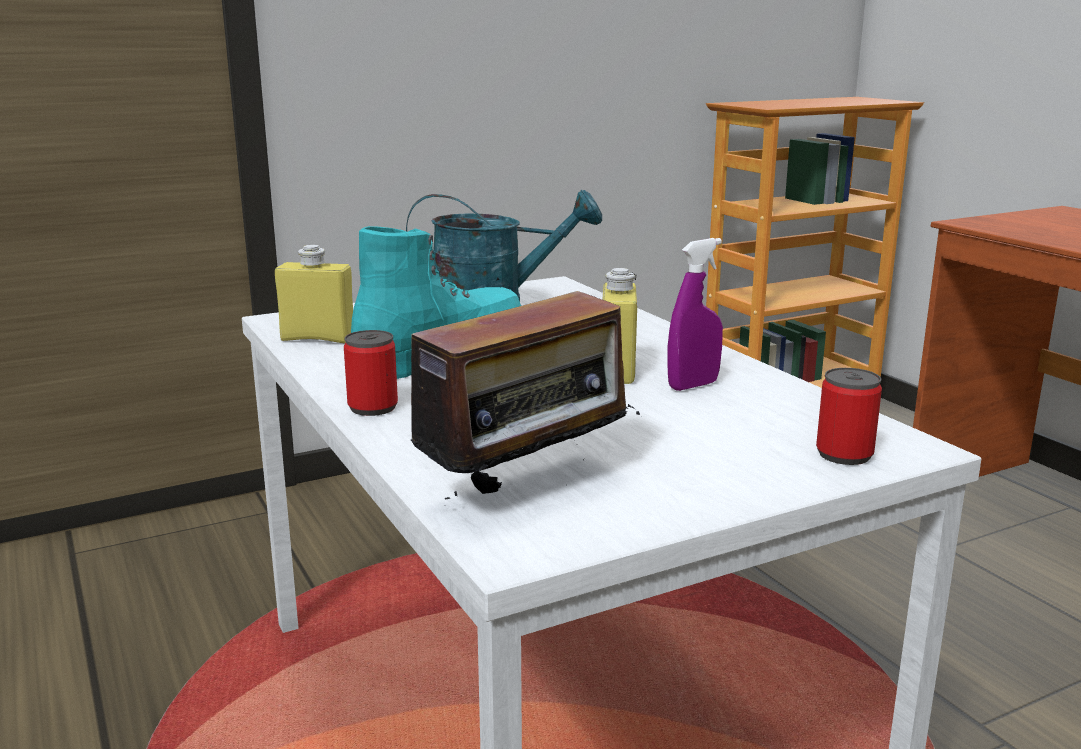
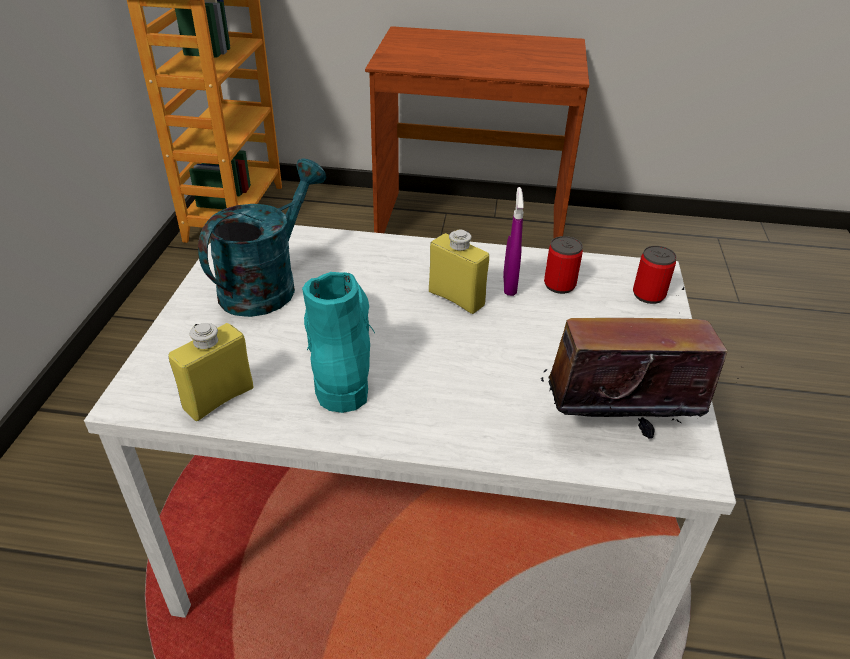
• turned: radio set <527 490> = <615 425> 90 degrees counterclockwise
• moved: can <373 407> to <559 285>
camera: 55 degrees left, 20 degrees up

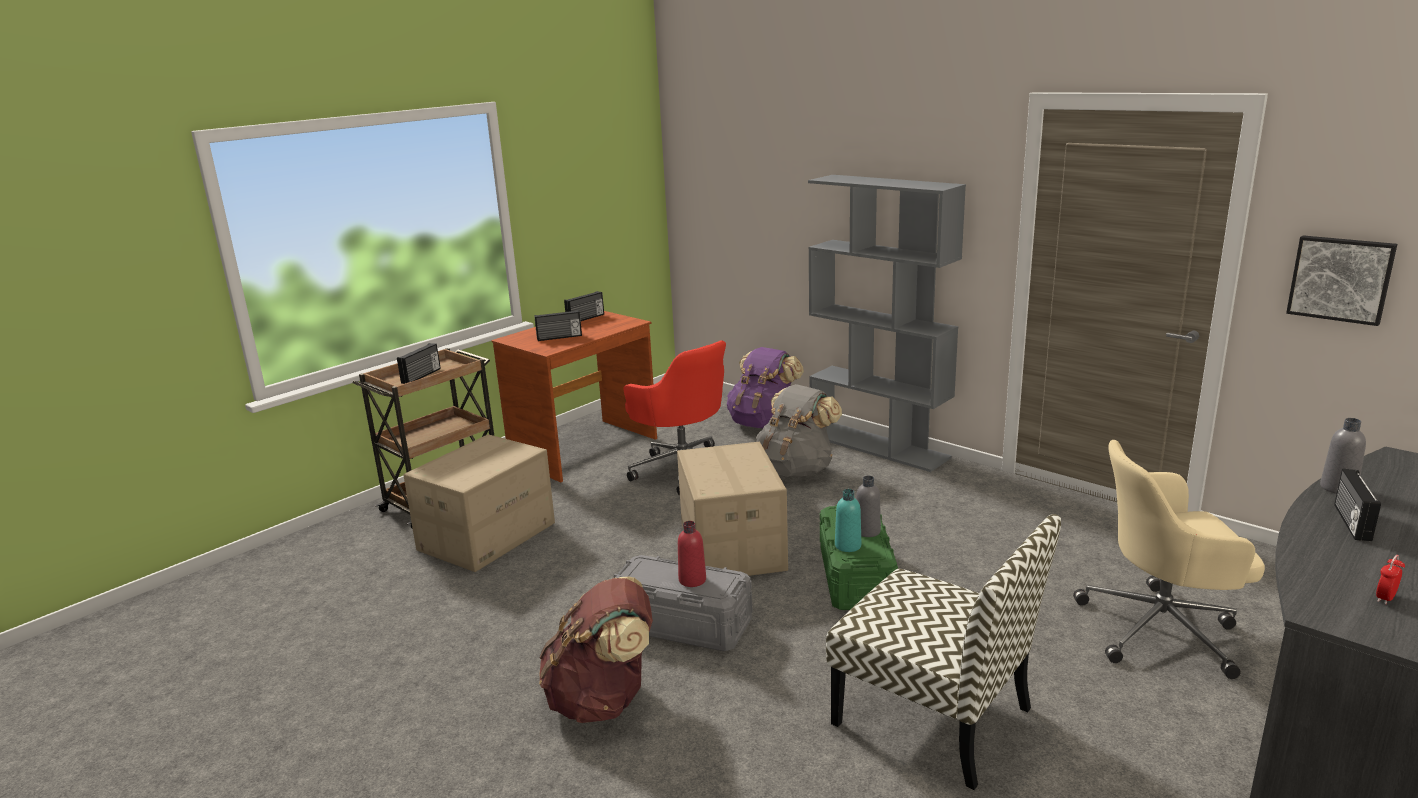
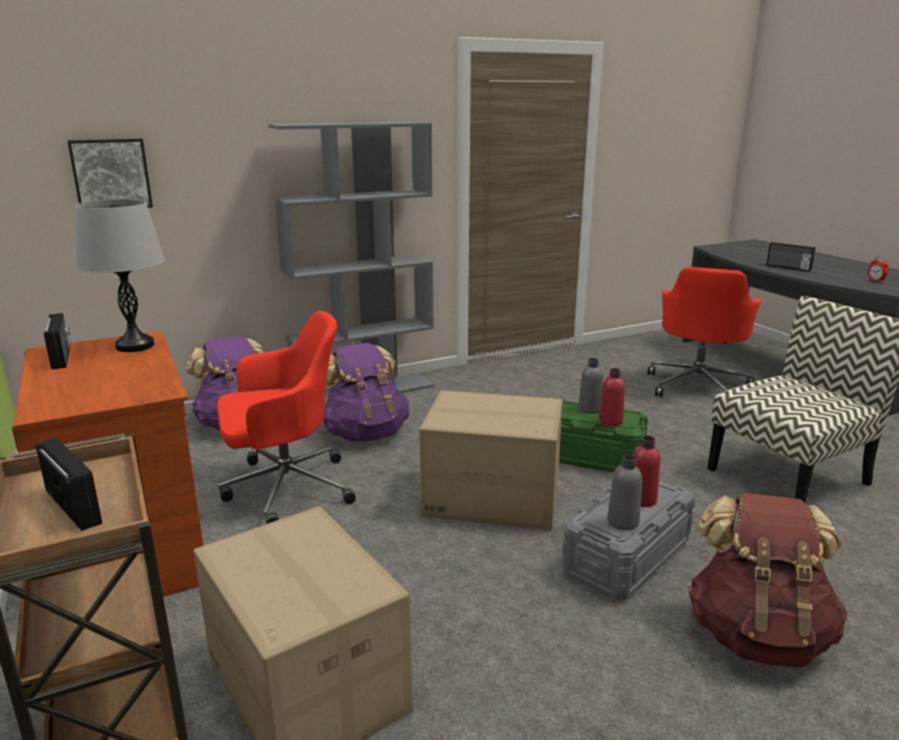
• moved: wall art <1340 279> to <111 174>
• added: lamp for a table in greyish <135 346>
• recoloured: knapsack in greyish <796 470> to knapsack in purple <365 433>
• recoloured: drink bottle in turquoise <848 546> to drink bottle in red-coloured <610 421>
• moved: drink bottle in greyish <1338 488> to <623 522>
• recoloured: desk chair in sand-coloured <1162 629> to desk chair in red-coloured <698 385>
• removed: radio set <559 337>
camera: 70 degrees left, 0 degrees up

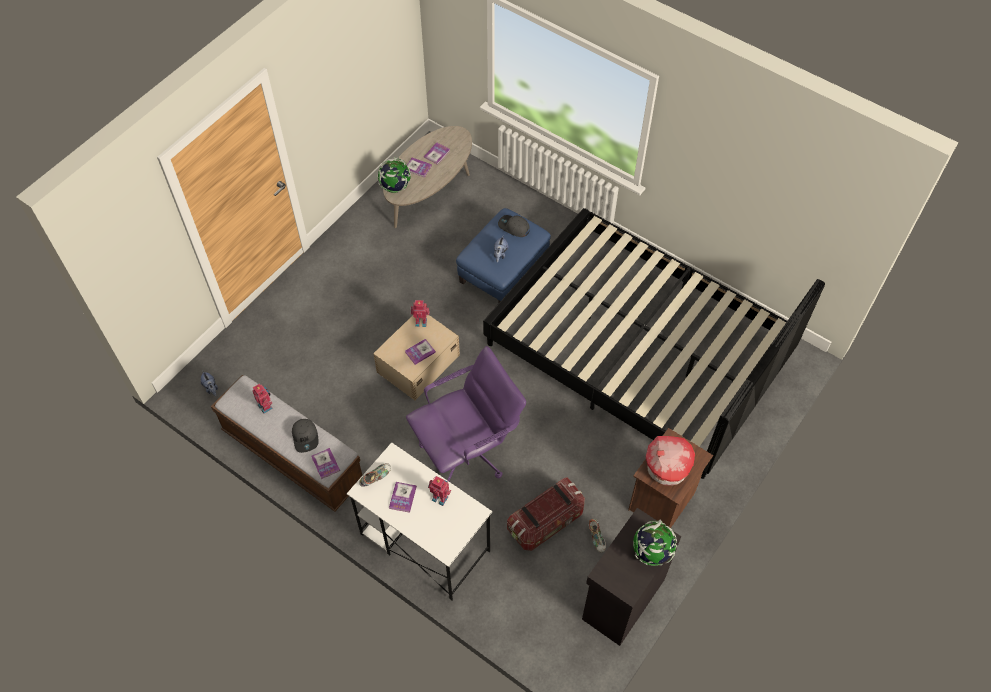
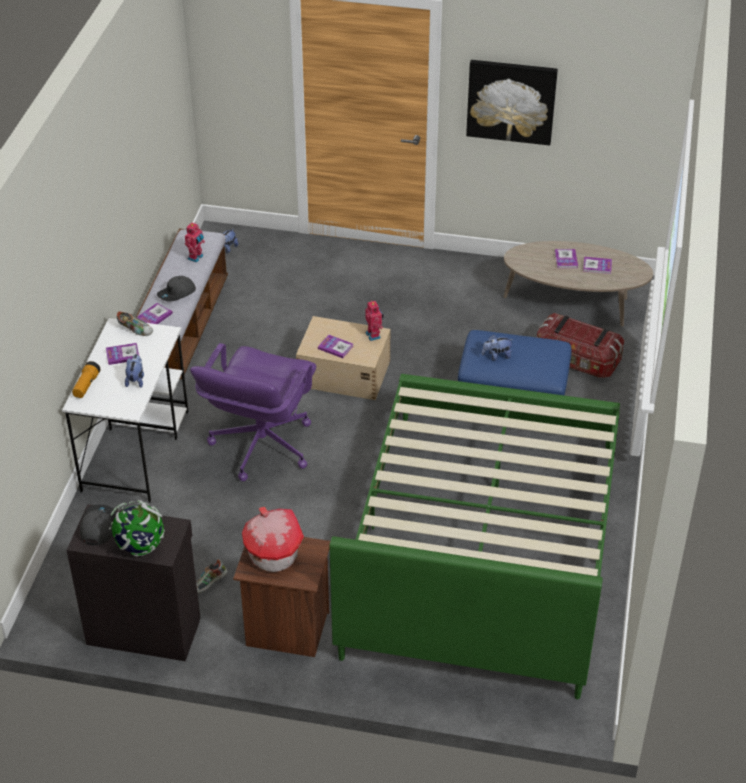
• added: hand torch <86 386>
• moved: cap in greyish <513 227> to <97 526>
• replaced: robot figure <440 497> to cuddly toy <136 380>
• turned: desk chair in purple <467 450> = <260 445> 75 degrees clockwise
• recoloured: bed in black <638 350> to bed in greenish <482 546>
• added: wall art <511 101>
• moved: storage bin <546 521> to <577 360>
• removed: world globe <395 187>
camera: 65 degrees right, 15 degrees down

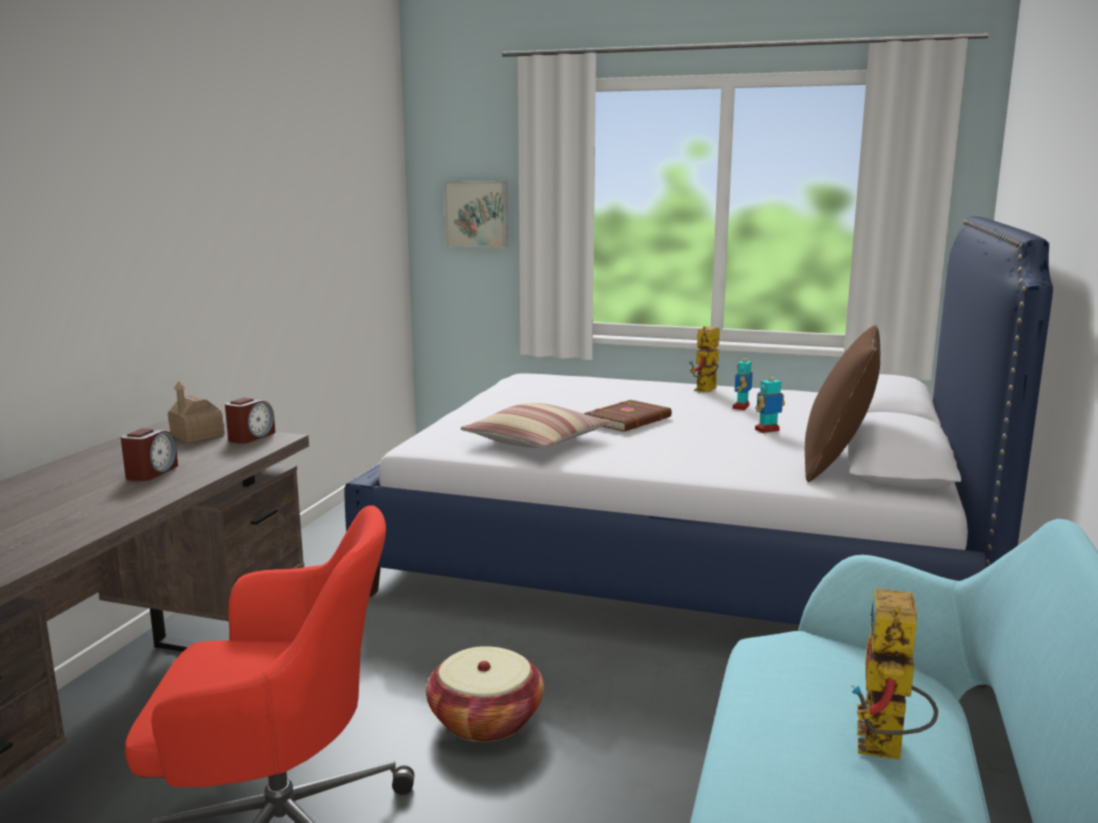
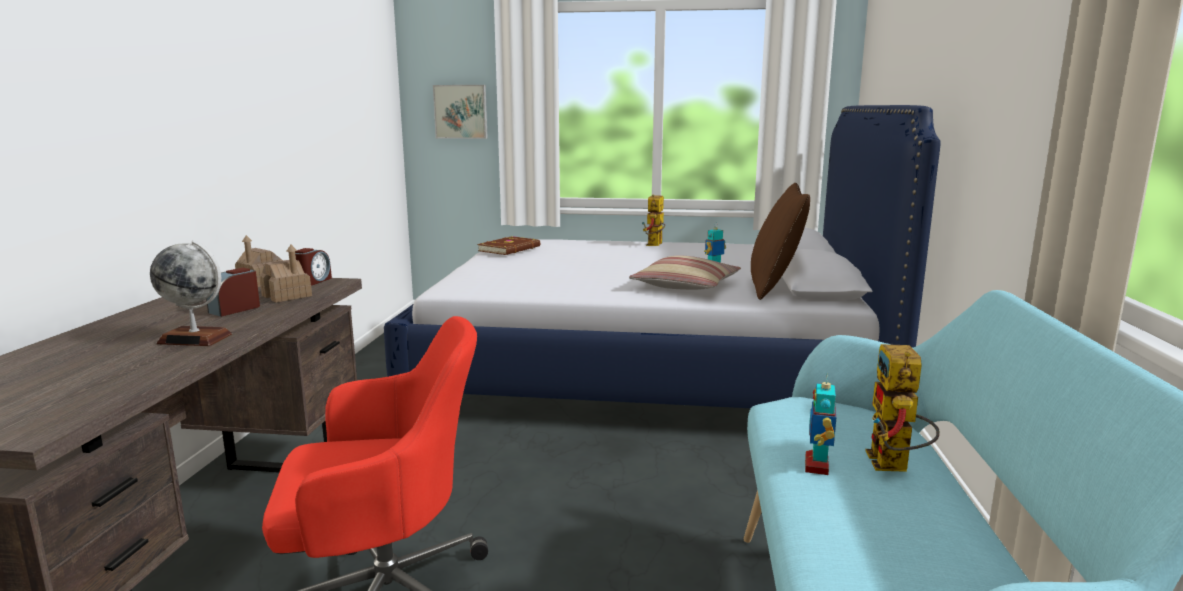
• added: world globe <195 339>
• turned: bedside clock <151 472> = <235 309> 150 degrees counterclockwise
• added: model house <287 296>
• moved: volume in brown <629 420> to <510 249>
• moved: pillow <536 441> to <686 286>
• moved: robot figure <741 407> to <817 466>
• removed: basket <485 720>
camera: 10 degrees left, 0 degrees up

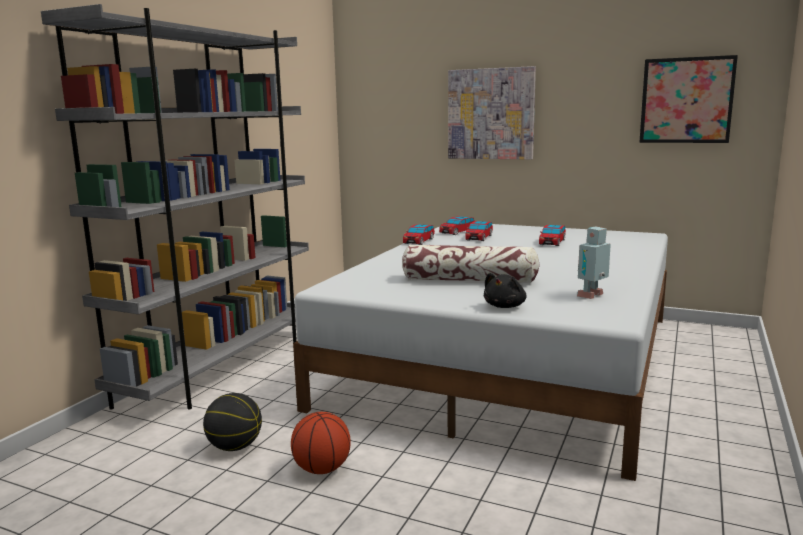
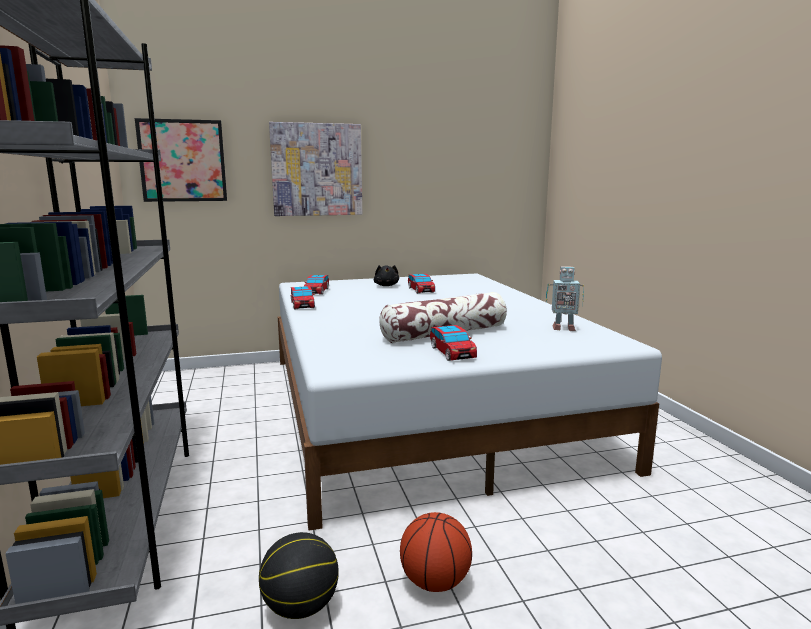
• moved: wall art <686 100> to <183 161>
• moved: cuddly toy in black <505 306> to <386 285>
• moved: miniature car <479 238> to <452 352>
• turned: robot figure <592 296> = <562 328> 90 degrees counterclockwise
camera: 40 degrees left, 0 degrees up

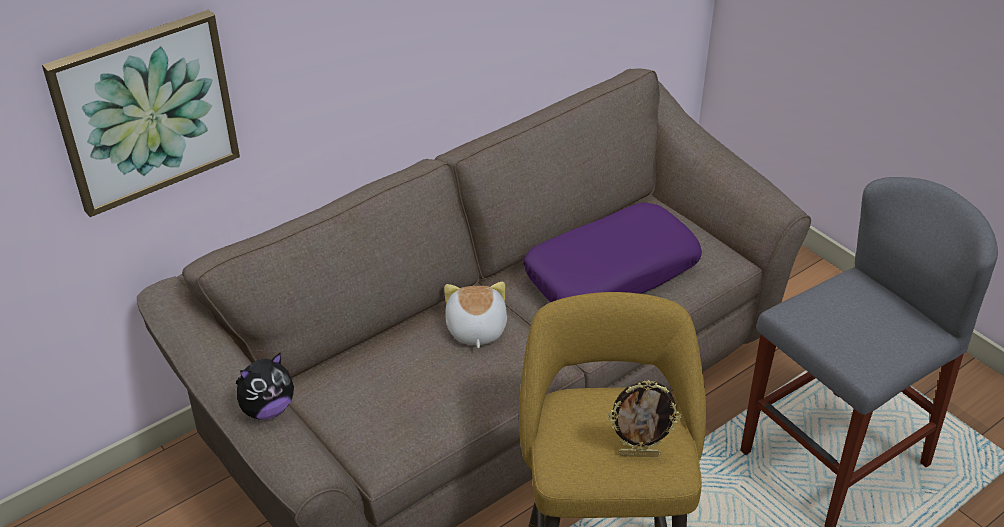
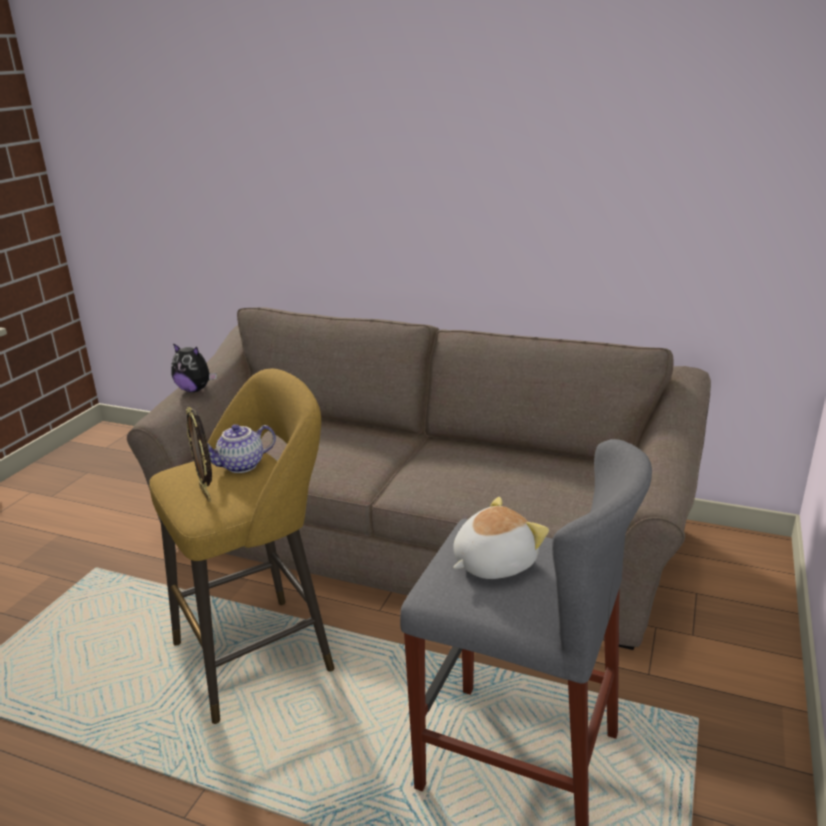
• added: teapot <241 466>
• moved: cuddly toy <475 330> to <493 562>
• removed: wall art <145 111>
• removed: pillow in purple <611 272>
camera: 60 degrees right, 15 degrees down

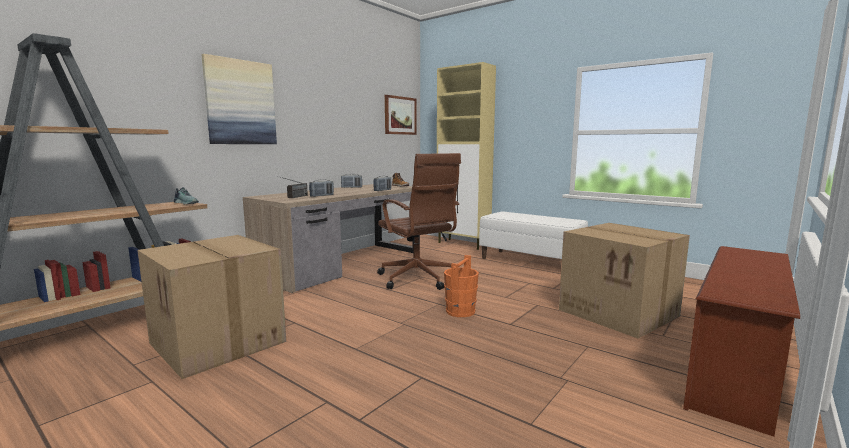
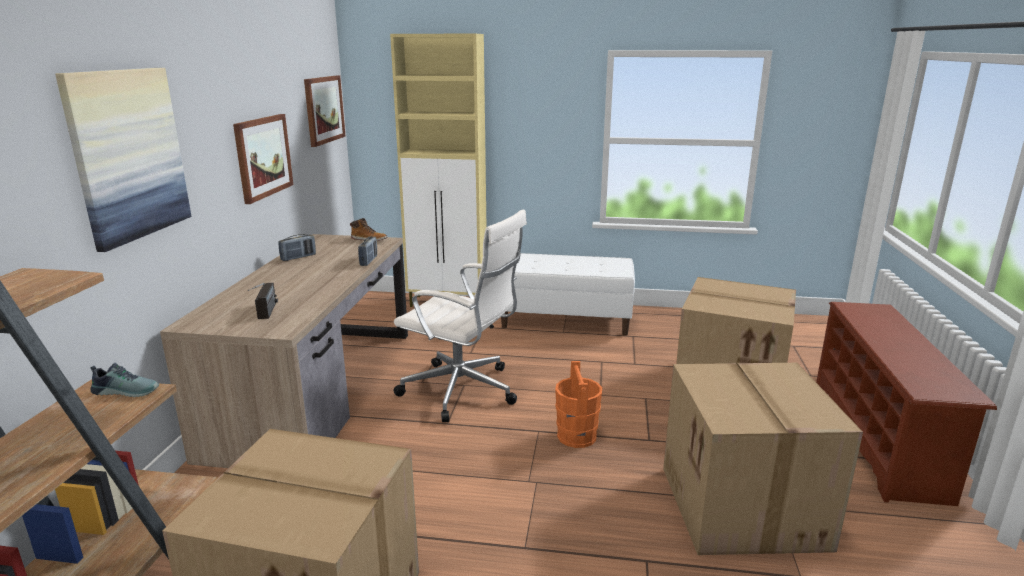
• added: wall art <263 157>
• recoloured: desk chair in brown <418 279> to desk chair in white-coloured <463 391>
• added: carton <745 508>
• removed: radio set <322 196>
camera: 30 degrees left, 10 degrees up

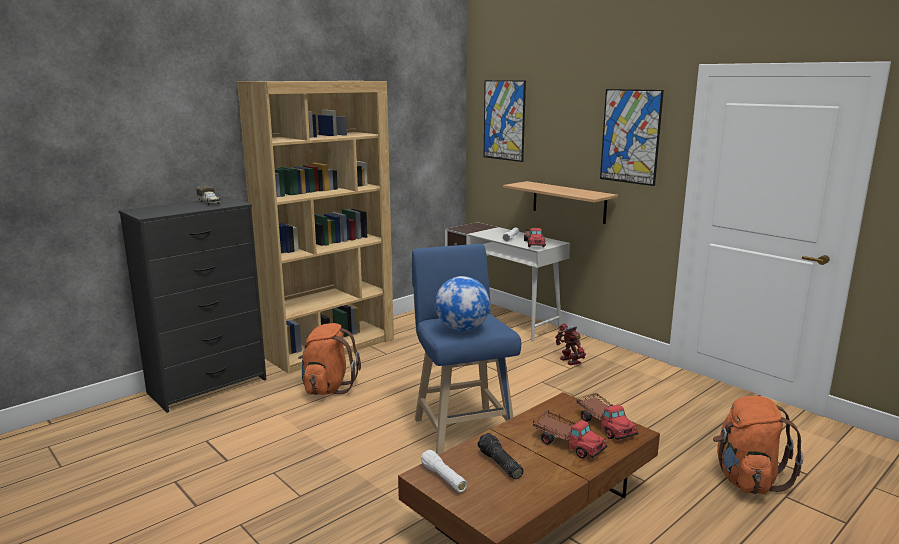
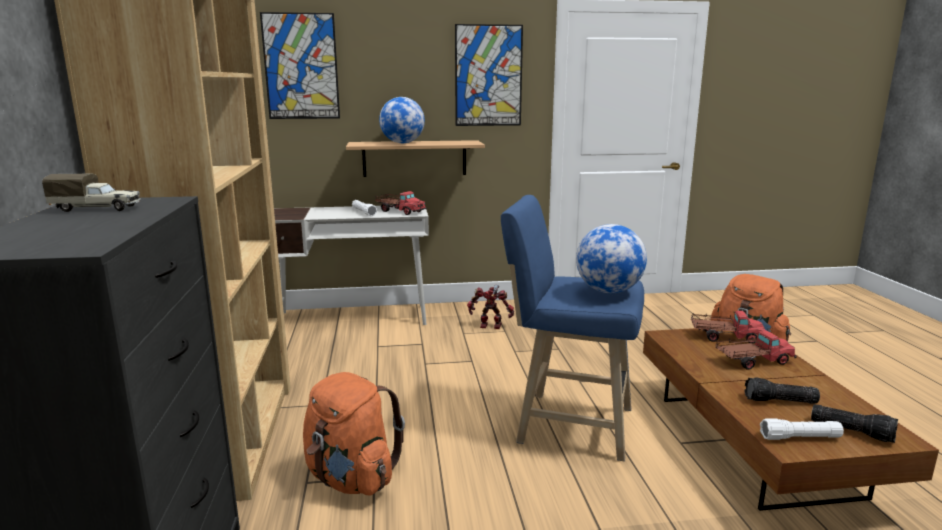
• added: world globe <402 143>
• added: hand torch <852 431>
camera: 55 degrees left, 0 degrees up

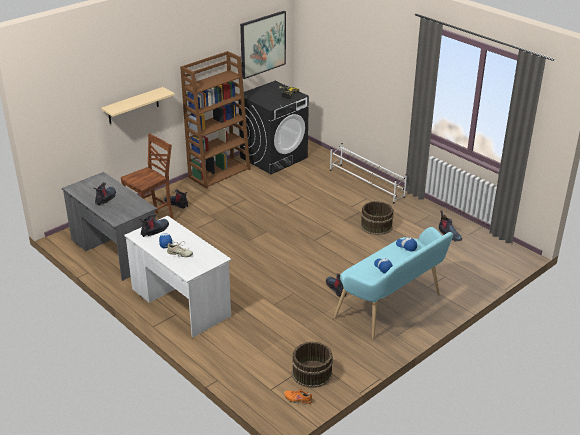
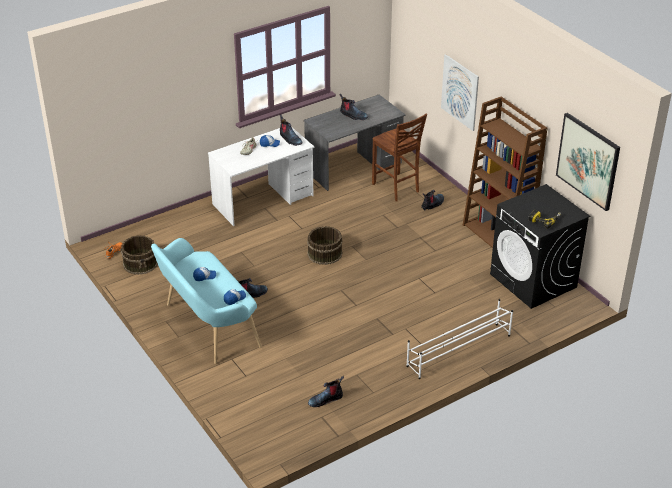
• moved: bucket in brown <376 226> to <324 253>
• replaced: bracket shelf in sand-coloured <133 105> to wall art <460 92>
camera: 100 degrees right, 5 degrees up

